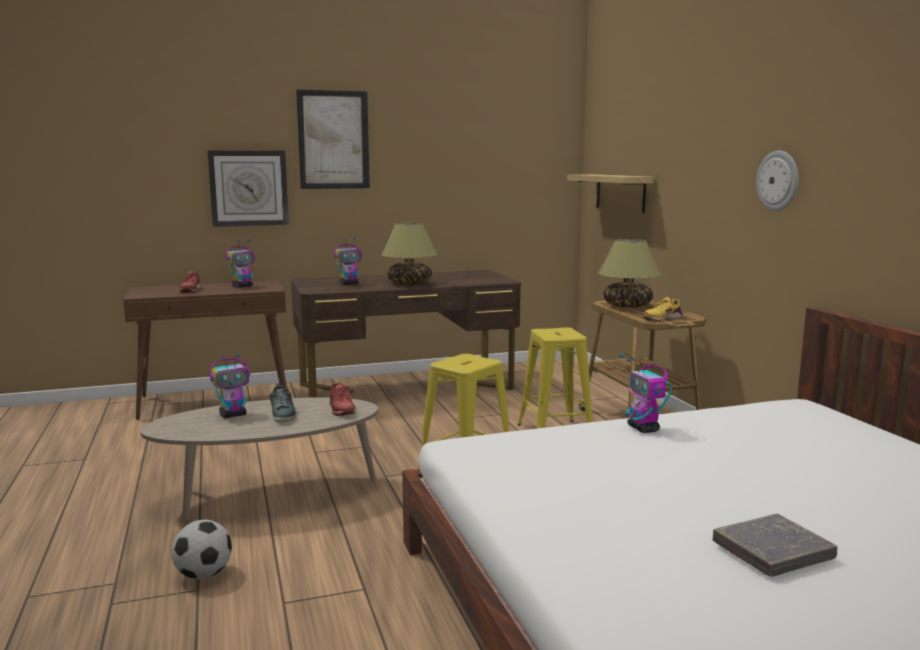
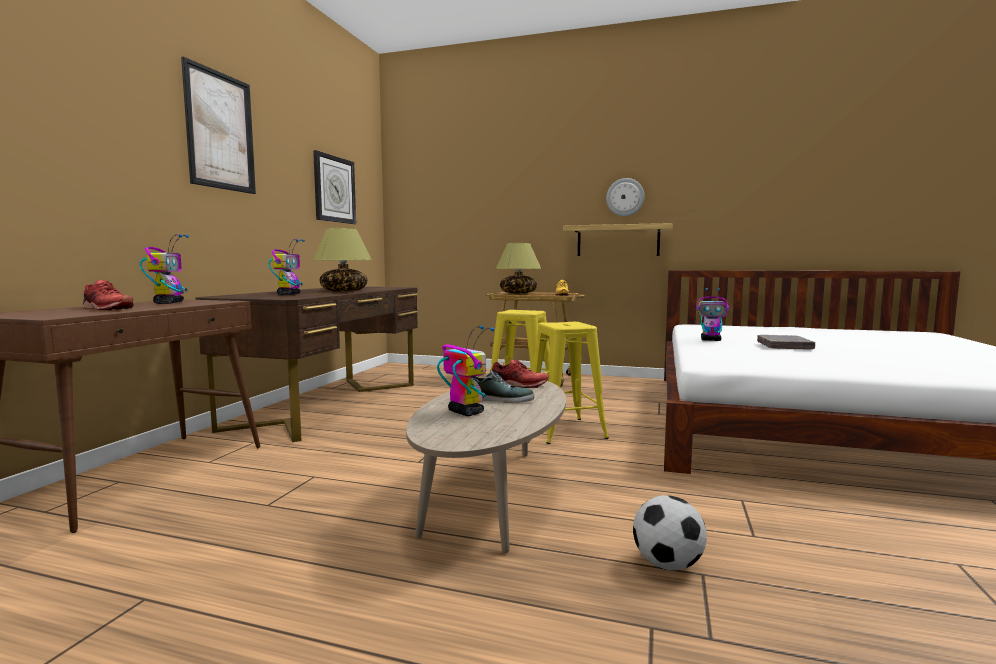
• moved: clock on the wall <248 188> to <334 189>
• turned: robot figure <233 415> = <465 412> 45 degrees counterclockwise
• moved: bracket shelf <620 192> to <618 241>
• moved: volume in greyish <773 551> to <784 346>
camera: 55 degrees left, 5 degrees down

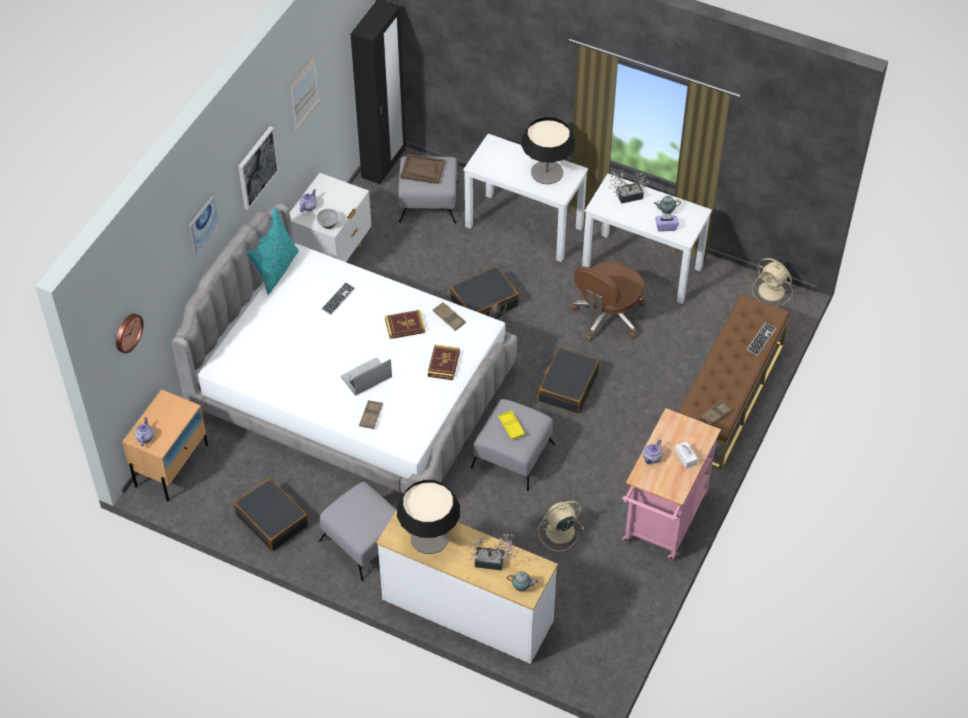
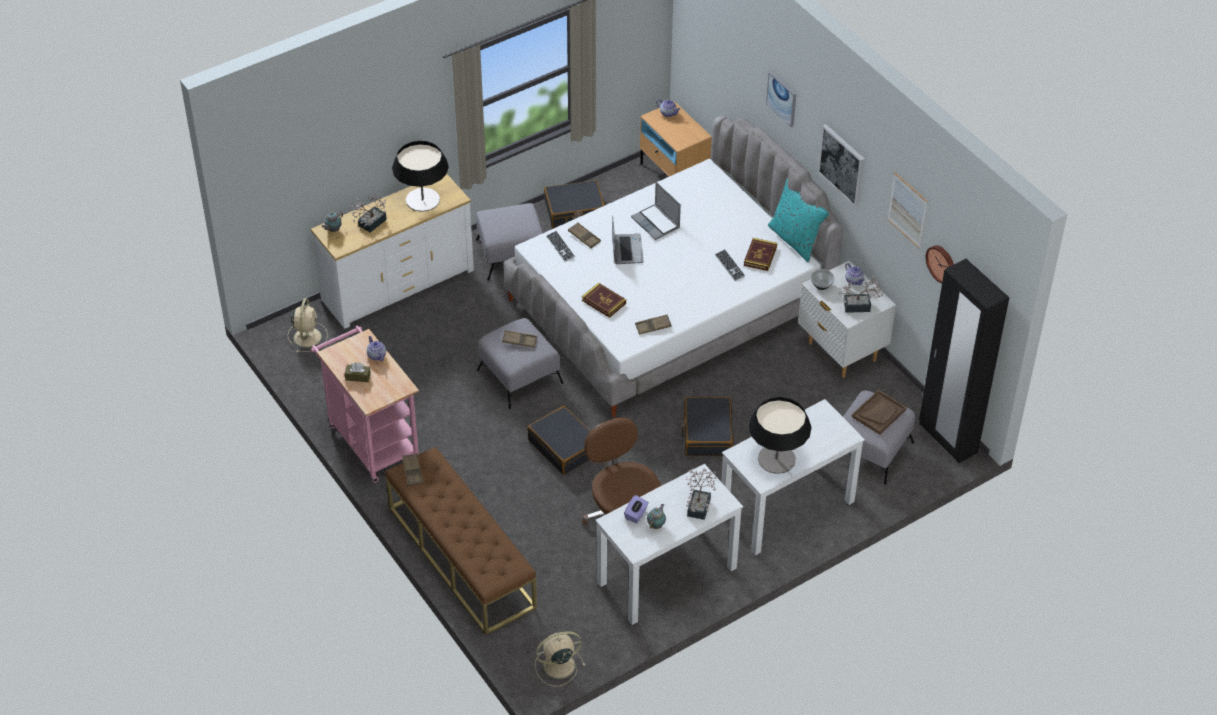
• moved: cooling fan in sand-coloured <559 532> to <307 336>
• recoloured: tissue box in white-coloured <686 458> to tissue box in brown <358 376>
• recoloured: tray in yellow <511 426> to tray in brown <519 341>
• moved: keyboard <761 339> to <560 247>
• added: notebook computer <656 223>
• moved: volume <405 326> to <760 256>
• added: plant in a pot <860 306>
• moved: clock on the wall <127 332> to <942 263>
camera: 120 degrees right, 5 degrees down

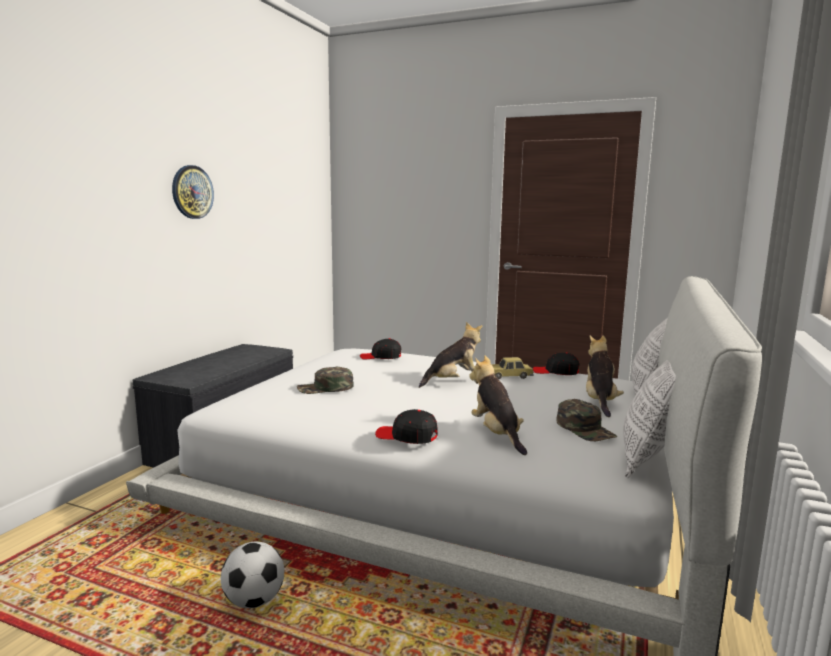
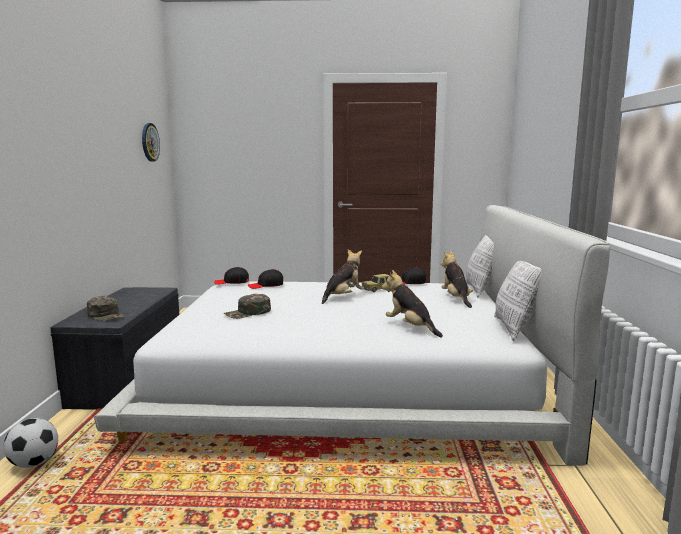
• moved: football <254 601> to <34 463>
• moved: cap in greenish <585 429> to <106 315>
• moved: clock on the wall <192 192> to <149 142>
• moved: cap in black <407 436> to <232 282>
camera: 20 degrees left, 0 degrees up

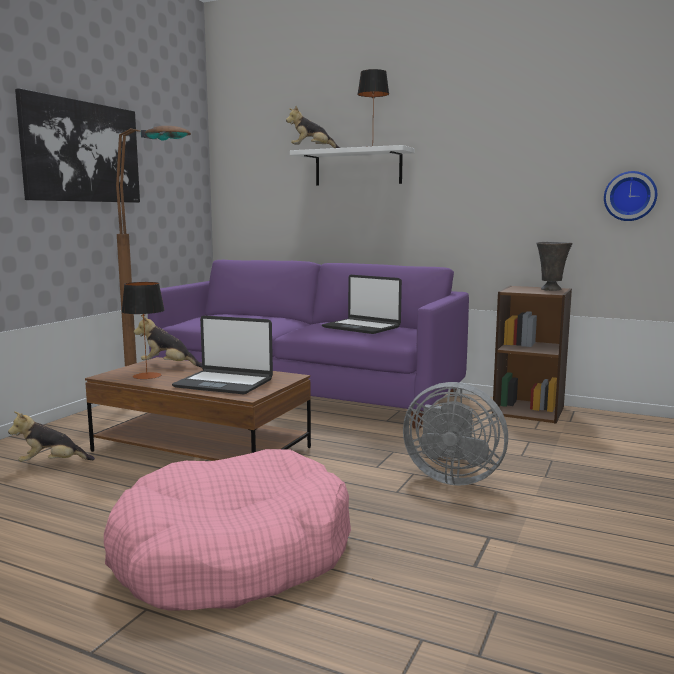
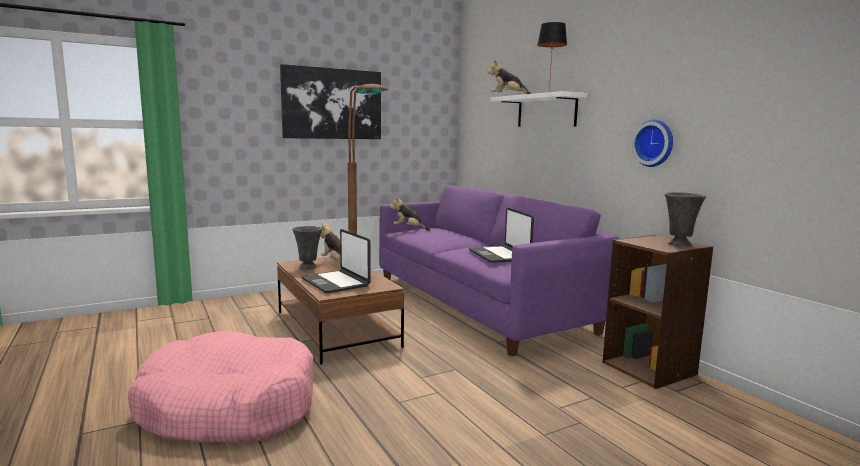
• replaced: lamp for a table <147 376> to decorative vase in greyish <308 267>
• moved: cuddly toy <52 463> to <409 229>
• moved: clock on the wall <630 196> to <655 143>
• removed: cooling fan in greyish <451 477>
camera: 35 degrees right, 0 degrees up

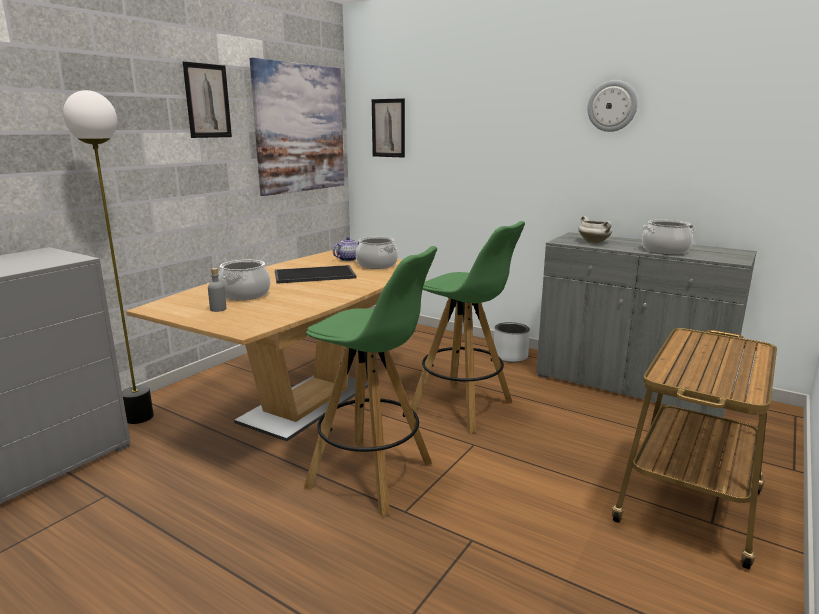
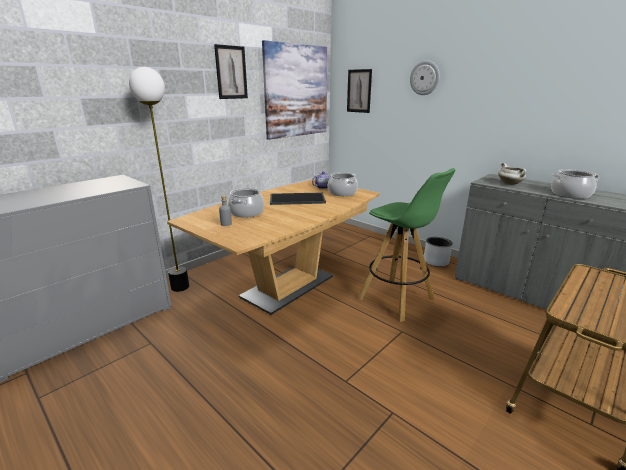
• moved: clock on the wall <612 106> to <425 78>
• removed: stool in greenish <372 475>
camera: 10 degrees right, 5 degrees up

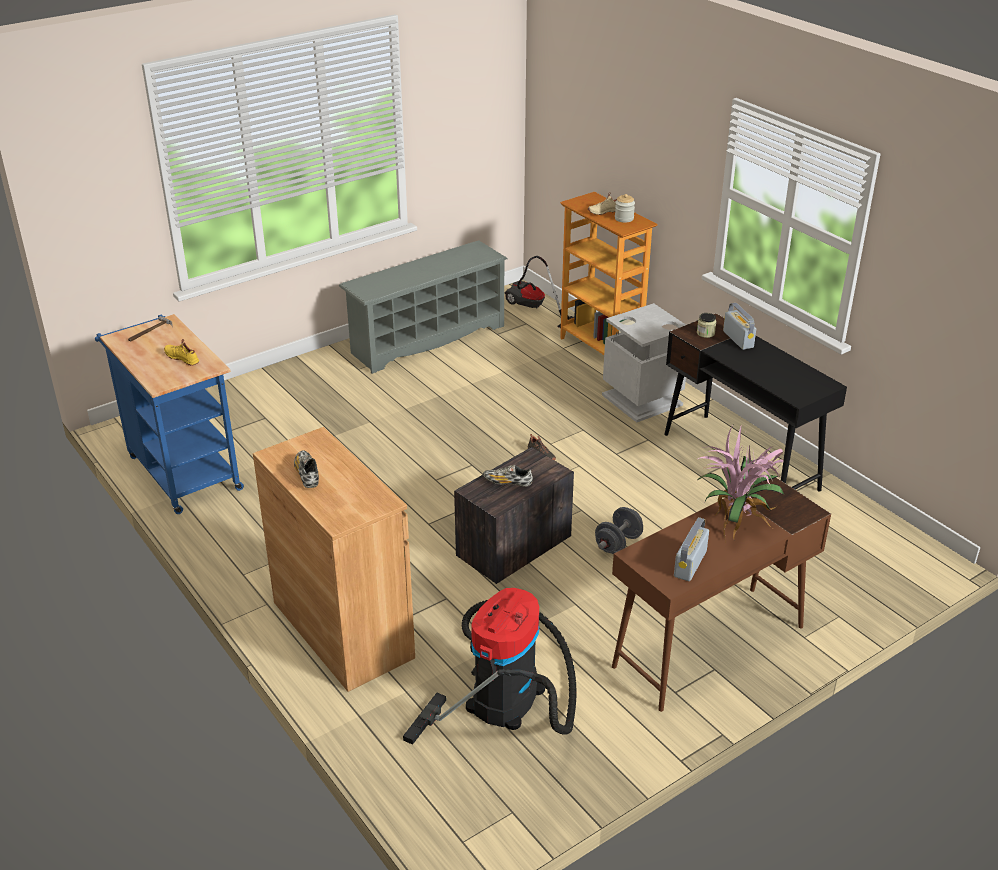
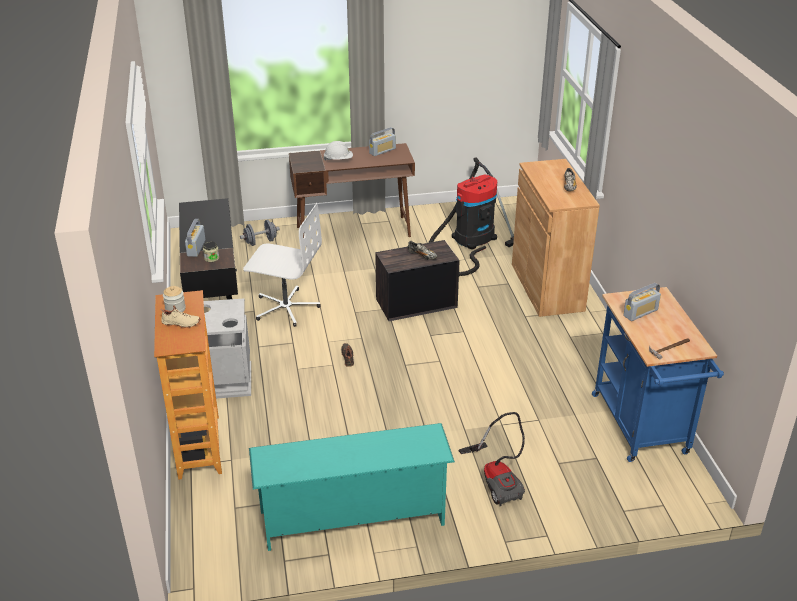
• moved: free weight in greyish <618 543> to <260 242>
• added: desk chair in white-coloured <286 307>
• recoloured: shoe rack in greyish <427 339> to shoe rack in turquoise <352 519>
• replaced: plant in a pot <737 521> to safety helmet in white-coloured <338 160>
• moved: vacuum <532 309> to <497 480>
• replaced: shoe in yellow <182 358> to radio set <640 313>
camera: 155 degrees left, 0 degrees up

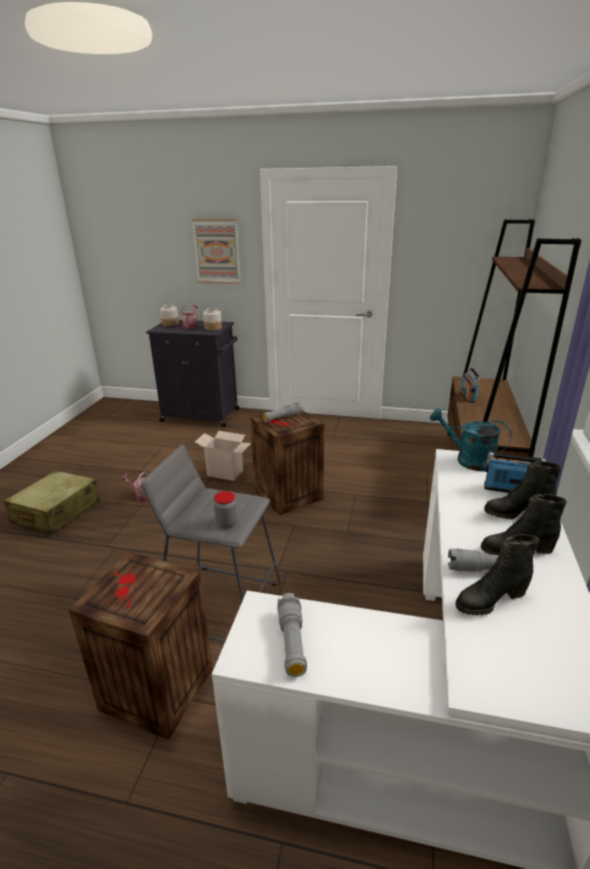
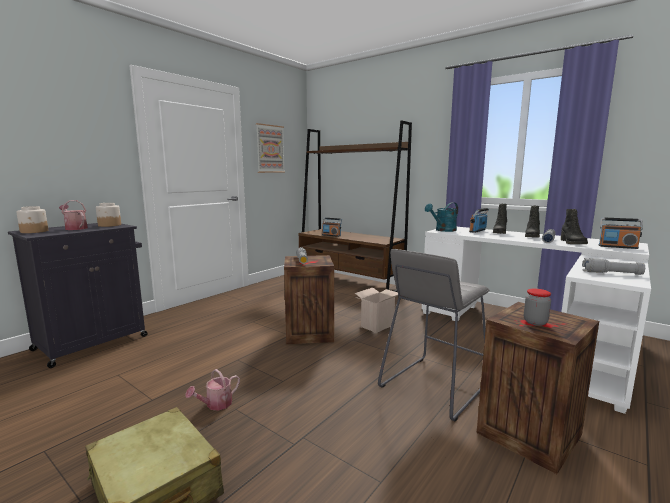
• moved: wall art <217 251> to <270 149>
• moved: carton <226 472> to <377 325>
• moved: preserve jar <226 522> to <535 322>
• added: radio set <617 247>
camera: 65 degrees left, 15 degrees down

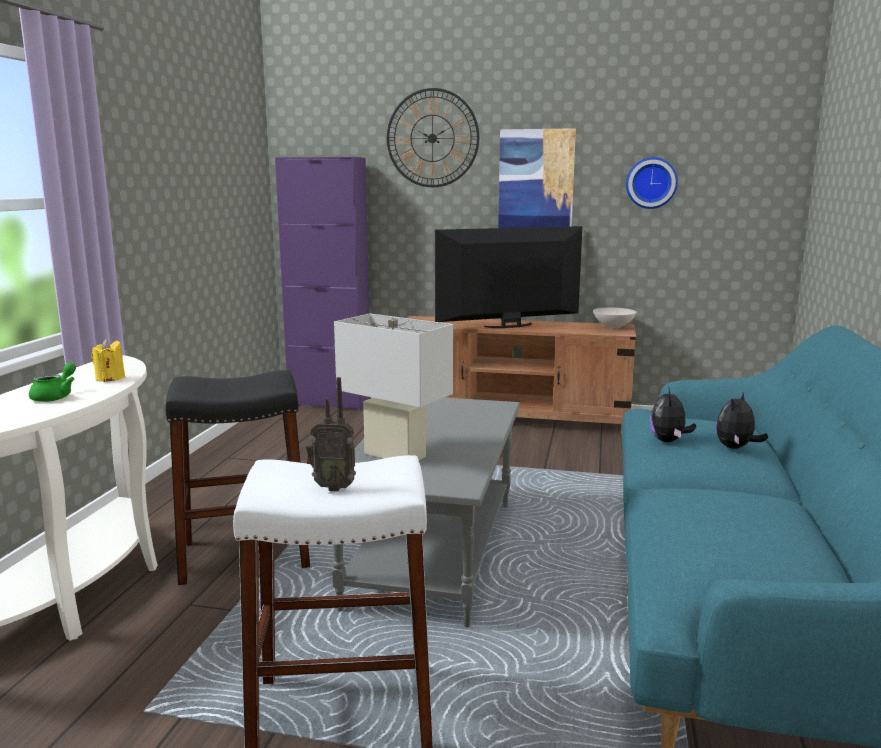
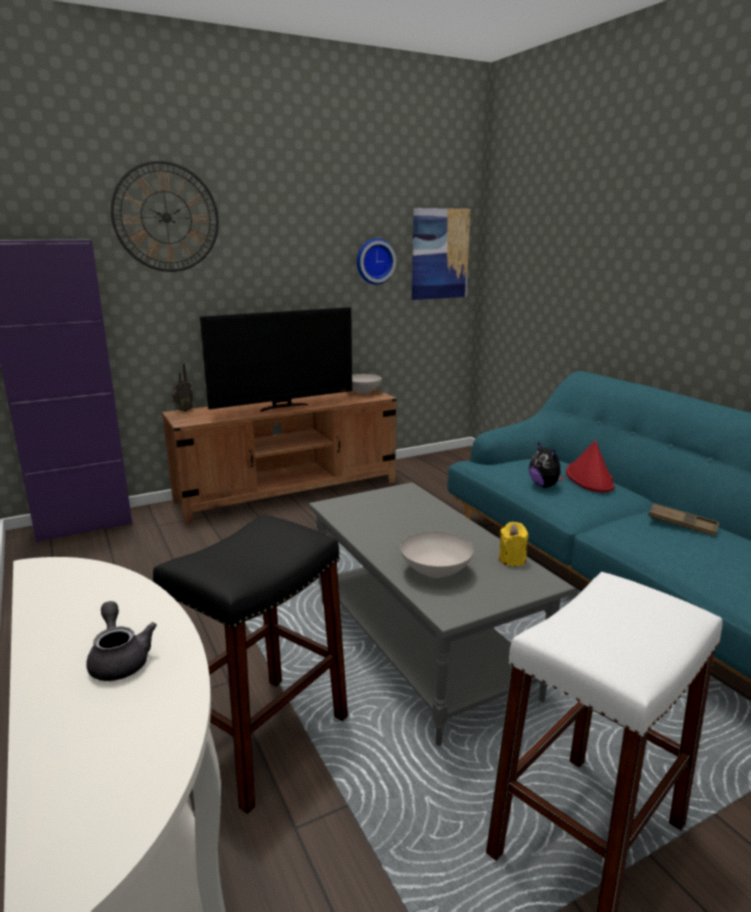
• recoloured: teapot in greenish <56 396> to teapot in greyish <120 660>
• moved: radio set <333 487> to <183 411>
• turned: TV <509 326> = <283 406> 150 degrees counterclockwise
• replaced: lamp for a table in white-coloured <395 455> to serving bowl in white-coloured <437 572>
• moved: wall art <536 180> to <440 254>
• moved: candle in yellow <110 378> to <512 560>
• replaced: cuddly toy <736 448> to wearable hat in red-coloured <589 479>
• added: tray in brown <682 524>
camera: 40 degrees left, 5 degrees up

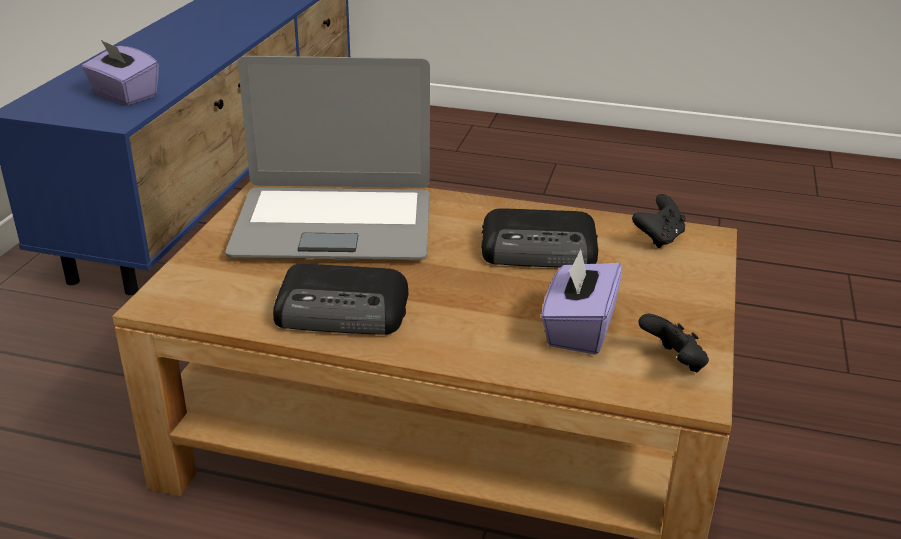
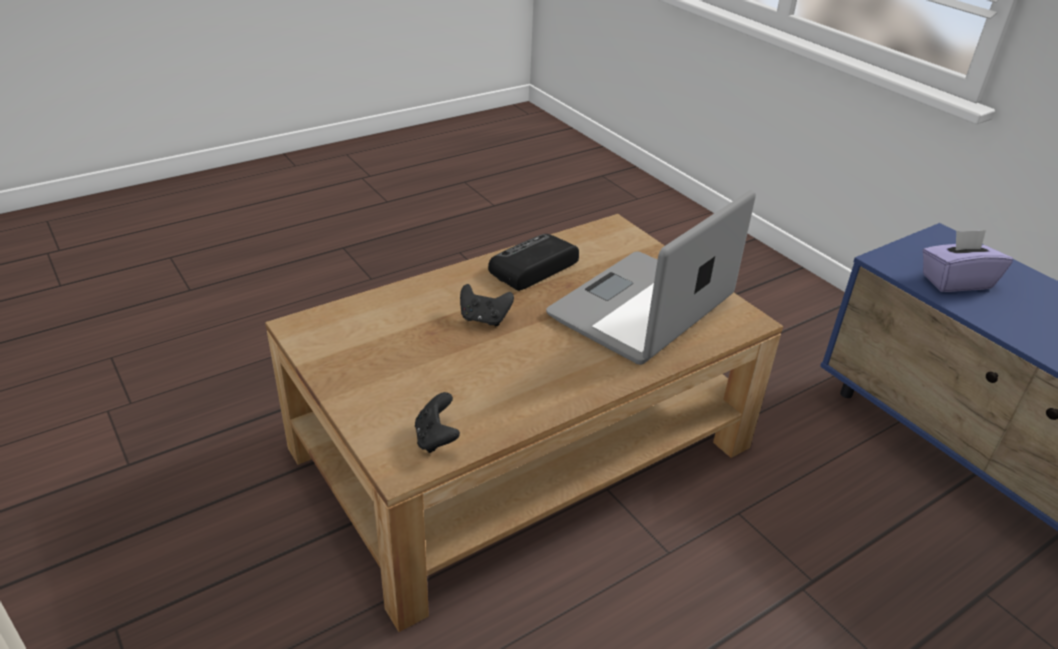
• moved: joypad in black <673 363> to <484 319>
• removed: radio set <541 250>
• removed: tissue box in purple <578 329>
camera: 130 degrees right, 5 degrees up

